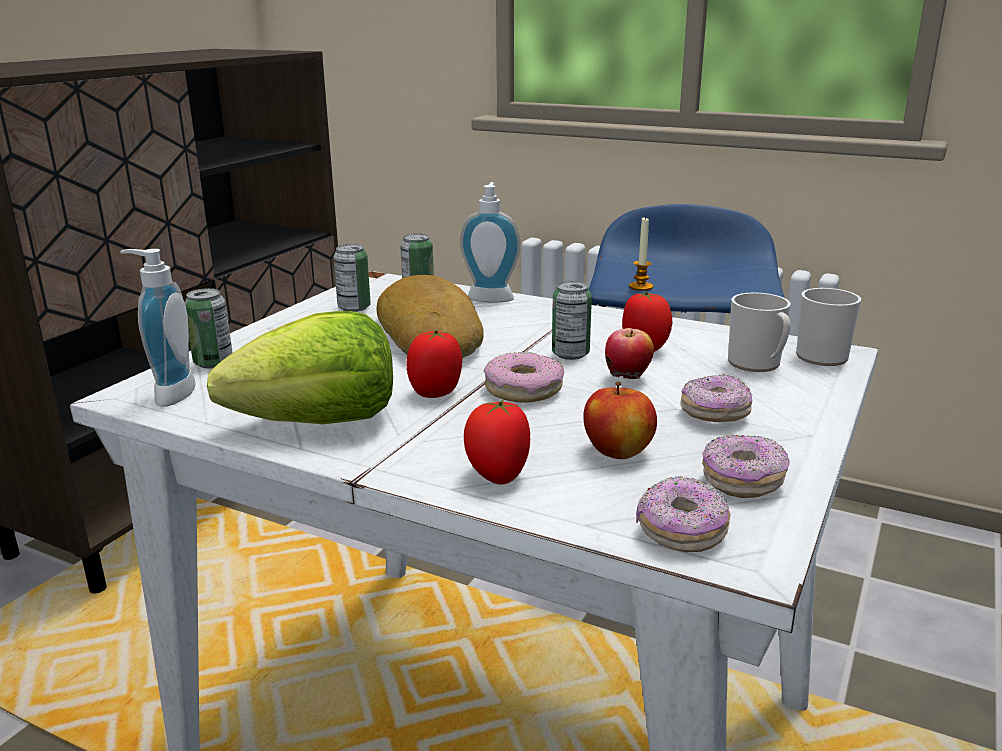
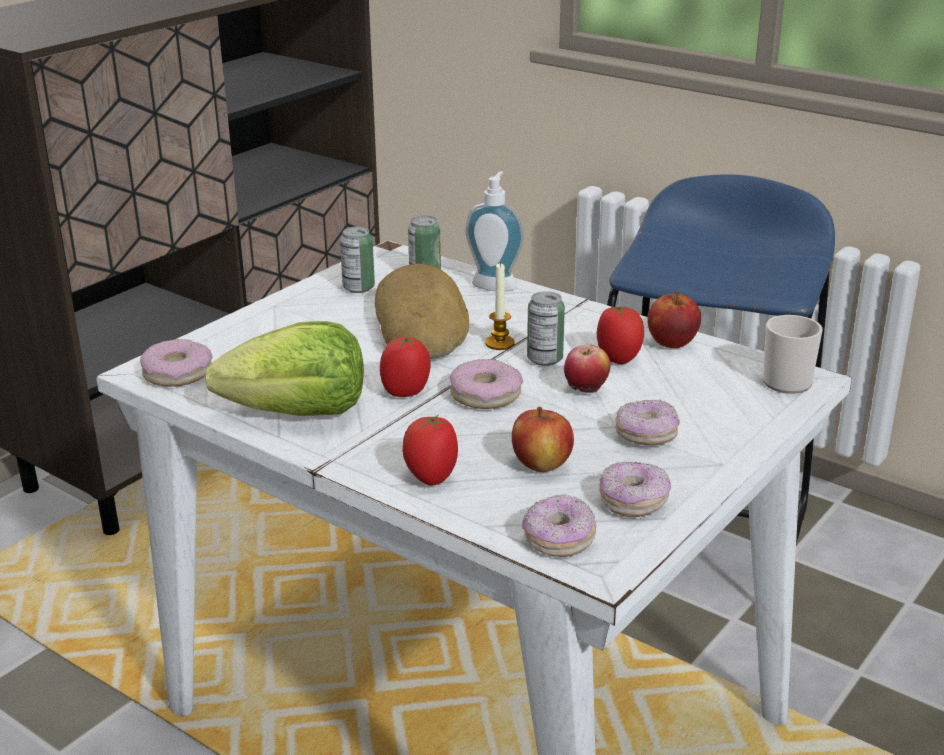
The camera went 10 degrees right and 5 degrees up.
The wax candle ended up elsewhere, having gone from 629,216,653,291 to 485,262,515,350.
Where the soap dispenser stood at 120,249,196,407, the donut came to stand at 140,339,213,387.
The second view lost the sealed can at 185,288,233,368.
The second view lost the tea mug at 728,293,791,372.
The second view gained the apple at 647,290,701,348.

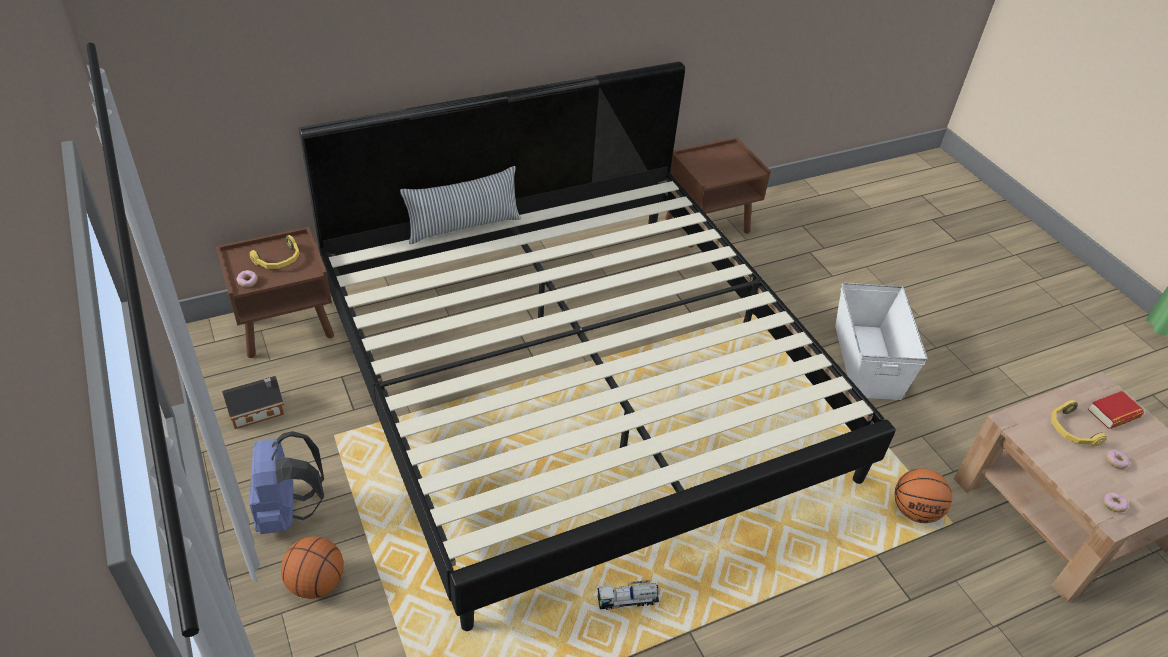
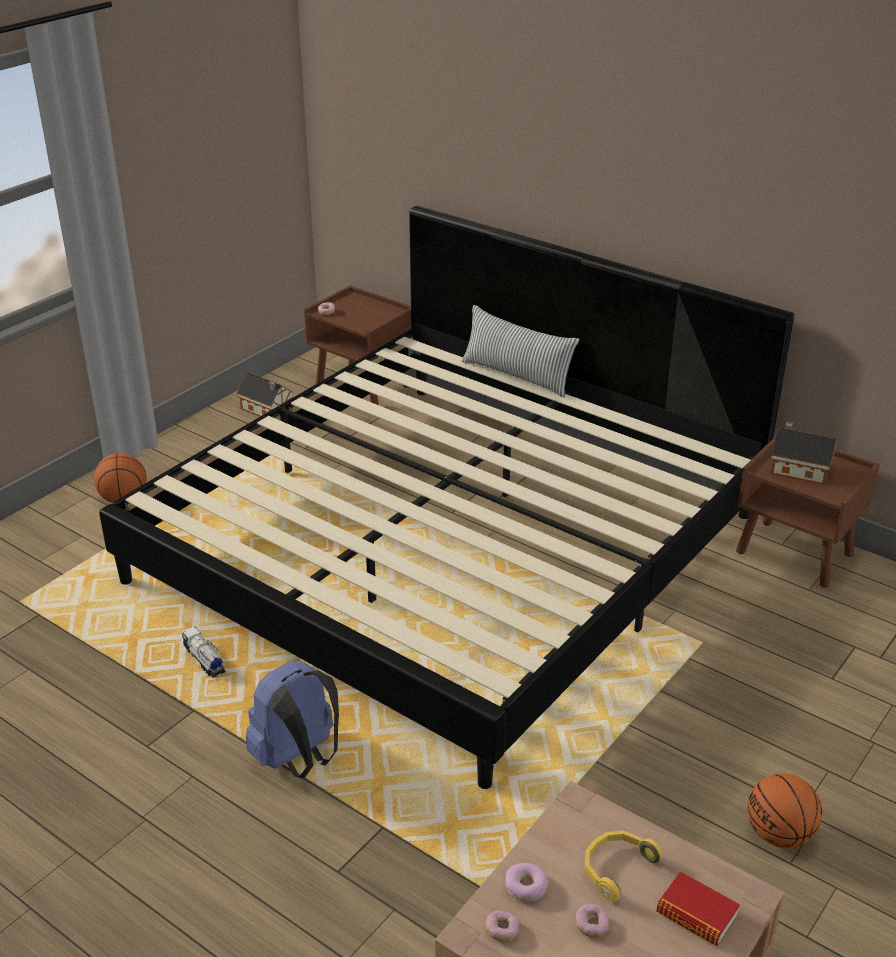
The camera went 65 degrees right and 10 degrees down.
The second view lost the headset (yellowish) at 250,235,300,269.
The second view lost the storage container (white-coloured) at 835,283,928,400.
The rucksack (blue) ended up elsewhere, having gone from 250,431,324,534 to 246,660,339,778.
The basketball ended up elsewhere, having gone from 895,468,952,523 to 747,773,822,848.
The second view gained the toy house at 771,422,837,485.
The second view gained the donut at 506,863,548,902.

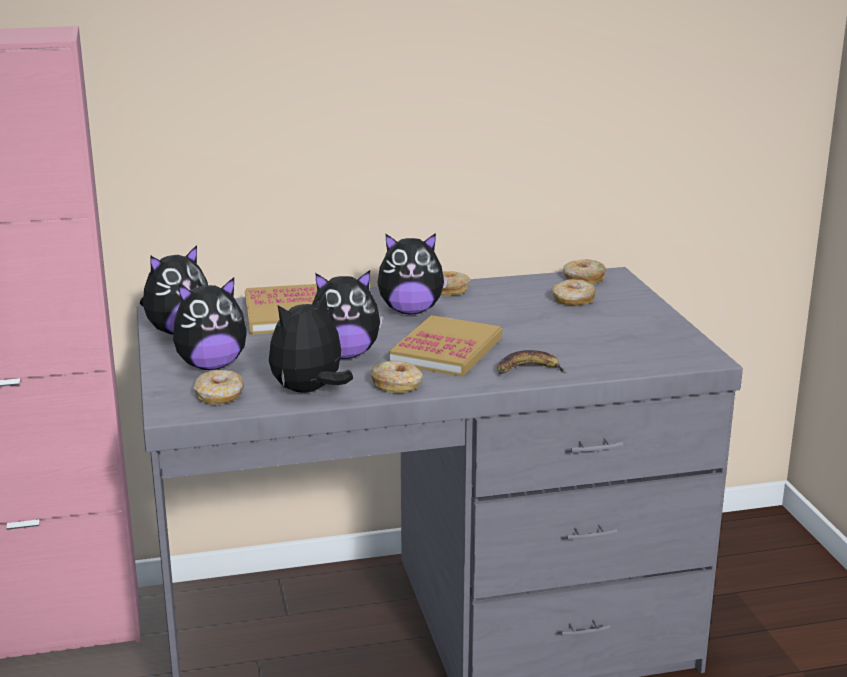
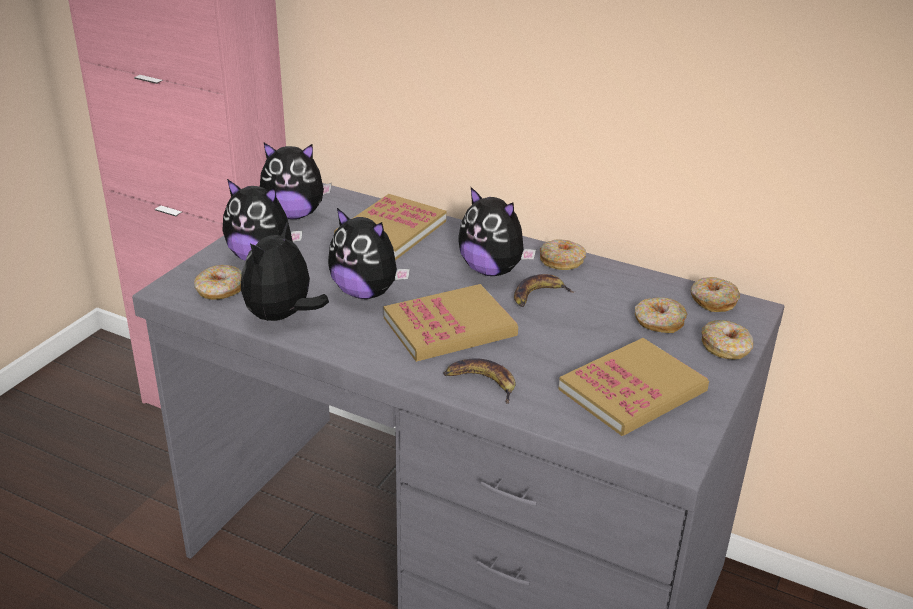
The camera went 40 degrees right and 10 degrees up.
The plush toy at 269,293,353,393 ended up facing another way, 60 degrees counterclockwise from before.
The donut ended up elsewhere, having gone from 370,361,423,393 to 702,320,753,360.
The second view gained the whole banana at 514,274,574,307.
The second view gained the volume at 558,338,709,436.

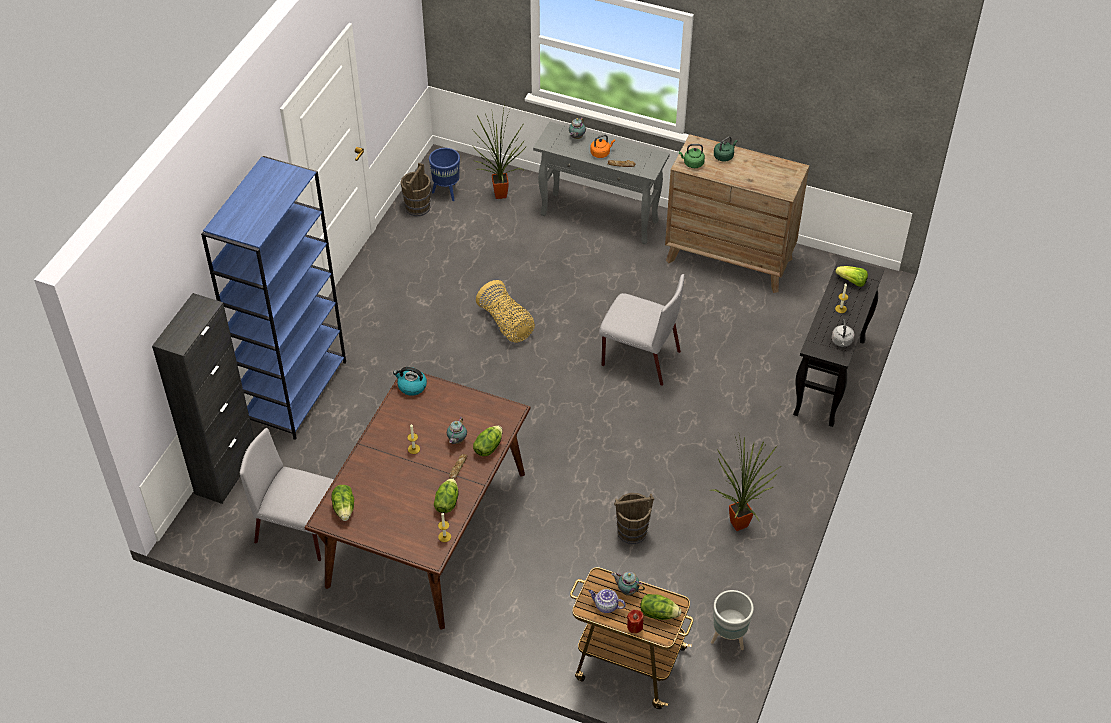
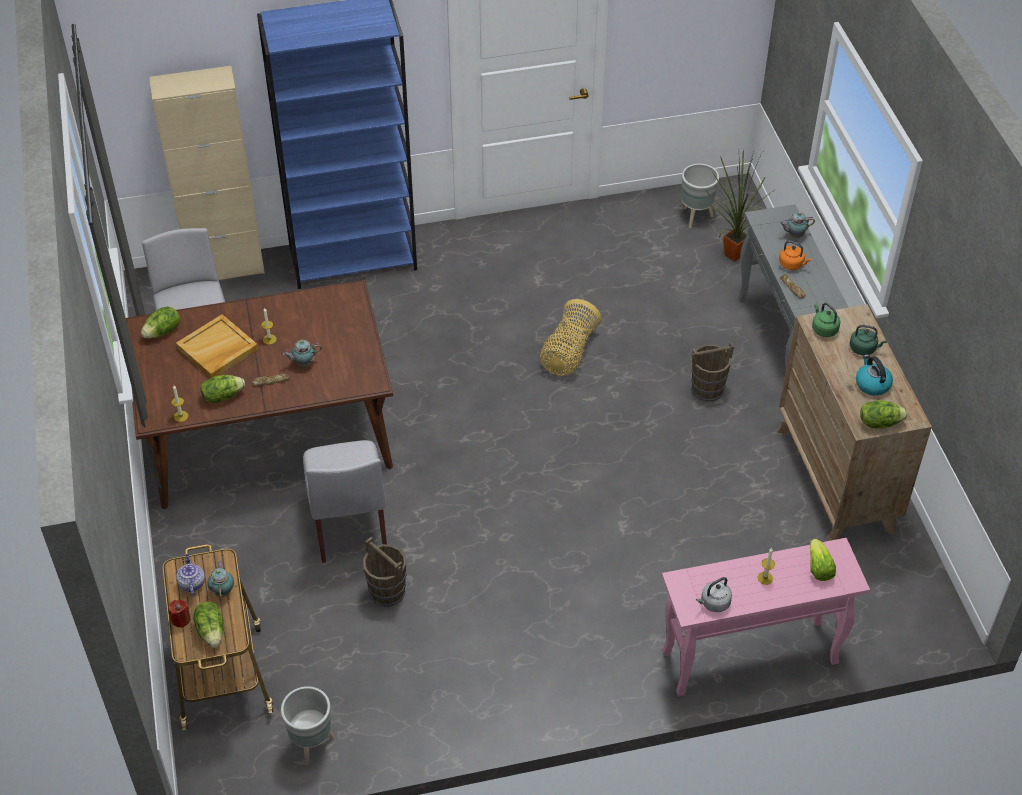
The camera went 55 degrees right and 0 degrees up.
What was the plant pot (blue) at 429,148,460,201 turned into the plant pot (gray) at 681,164,719,228.
The pail (brownish) ended up elsewhere, having gone from 400,162,431,216 to 691,342,734,402.
What was the console table (black-coloured) at 793,257,884,427 turned into the console table (pink-coloured) at 662,538,870,696.
The chair (gray) ended up elsewhere, having gone from 599,274,684,386 to 303,440,387,563.
What was the cupboard (black-coloured) at 152,293,254,504 turned into the cupboard (beige) at 149,66,265,280.
The kettle ended up elsewhere, having gone from 393,367,427,396 to 856,354,893,396.
The lettuce head ended up elsewhere, having gone from 473,426,503,456 to 860,400,908,428.
The second view lost the plant in a pot at 710,435,781,531.
The second view gained the serving tray (beige) at 176,314,258,378.

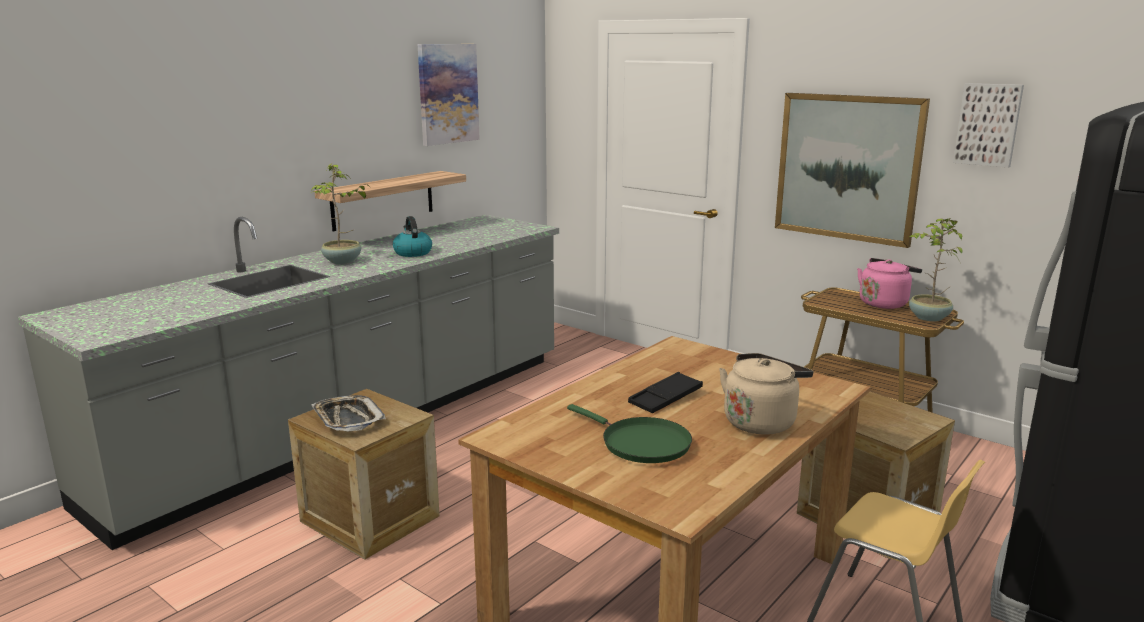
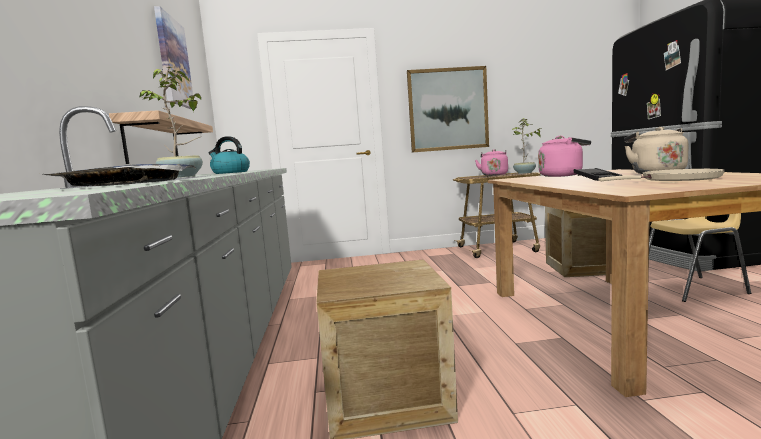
The camera went 45 degrees left and 10 degrees down.
The second view lost the wall picture at 953,83,1024,168.
The serving tray ended up elsewhere, having gone from 312,395,386,431 to 43,164,197,186.
What was the frying pan (green) at 567,404,692,463 turned into the frying pan (beige) at 599,169,725,181.
The second view gained the kettle (pink-coloured) at 538,136,591,177.

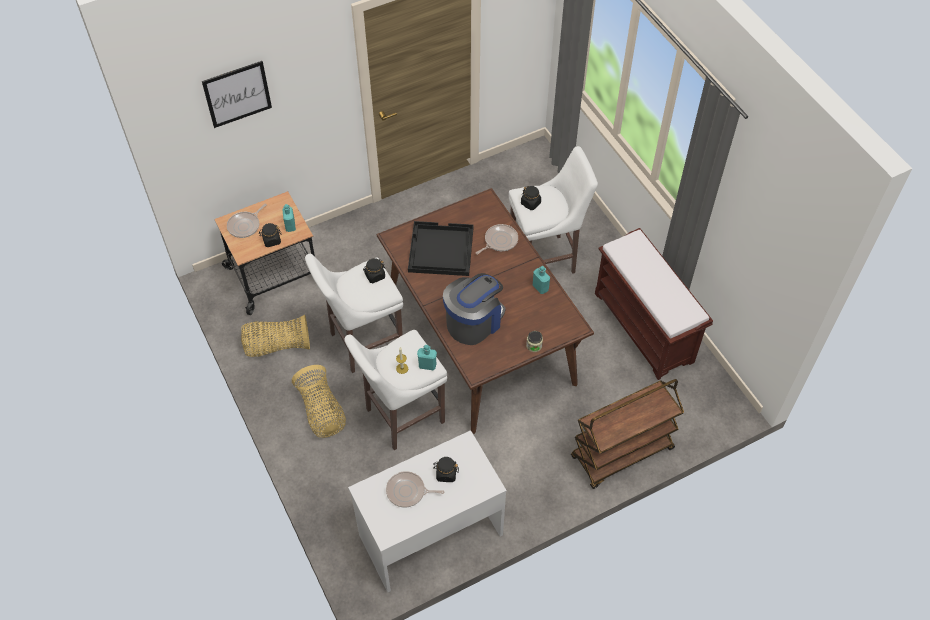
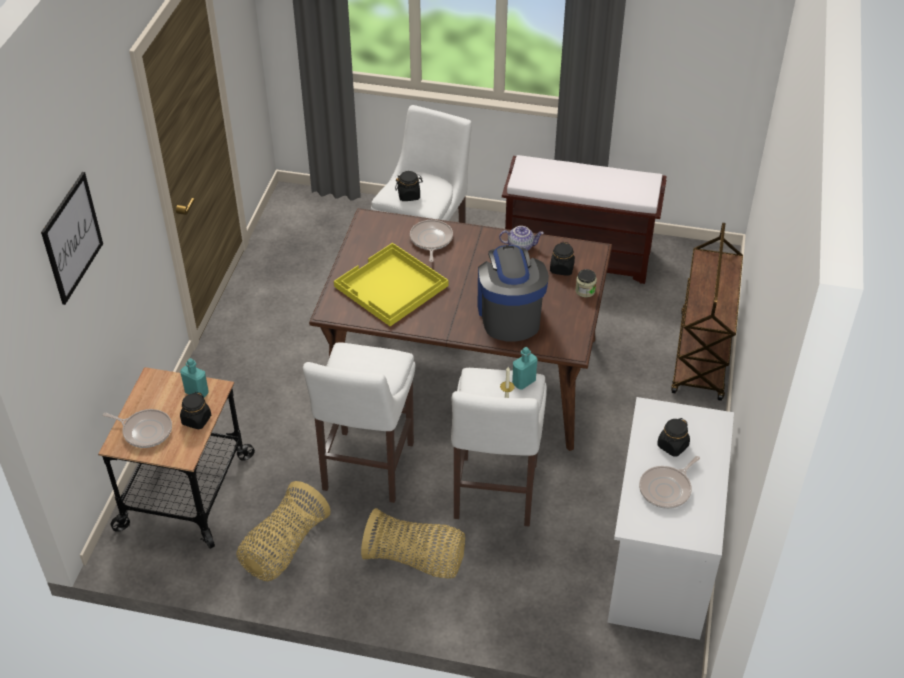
The camera went 50 degrees left and 10 degrees down.
The frying pan at 227,203,267,238 ended up facing another way, 60 degrees counterclockwise from before.
What was the serving tray (black-coloured) at 408,221,474,276 turned into the serving tray (yellowish) at 334,243,449,326.
The storage jar (black-coloured) ended up elsewhere, having gone from 363,258,385,283 to 550,242,575,276.
Where the beverage bottle (turquoise) stood at 533,266,550,294, the pot for tea came to stand at 499,226,544,250.

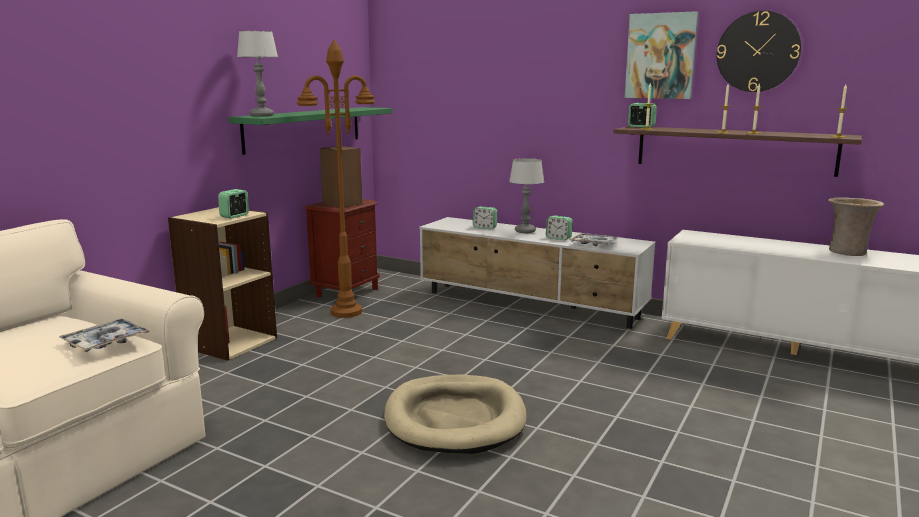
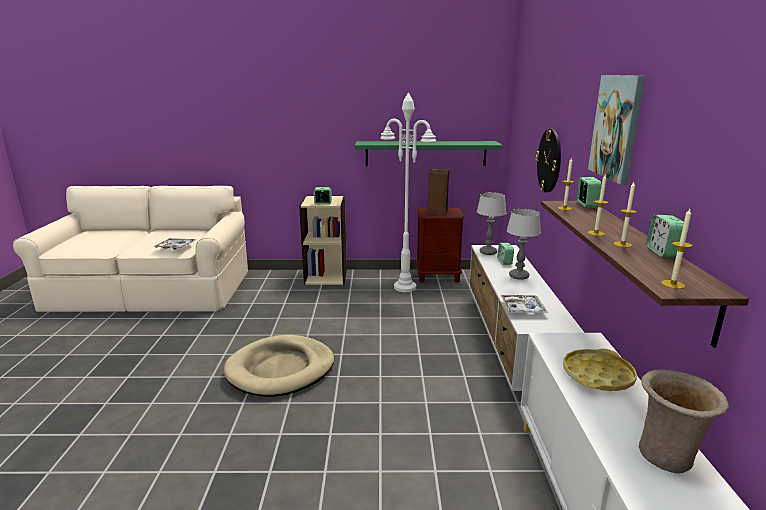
The camera went 60 degrees right and 5 degrees up.
The hanging clock ended up elsewhere, having gone from 717,11,801,92 to 535,129,561,192.
The tabletop lamp ended up elsewhere, having gone from 237,31,278,117 to 477,192,506,255.
What was the standard lamp (brownish) at 296,39,376,318 turned into the standard lamp (white-coloured) at 380,93,436,292.
The alarm clock ended up elsewhere, having gone from 546,215,573,240 to 646,215,689,258.
The second view gained the serving tray (yellowish) at 563,349,637,391.

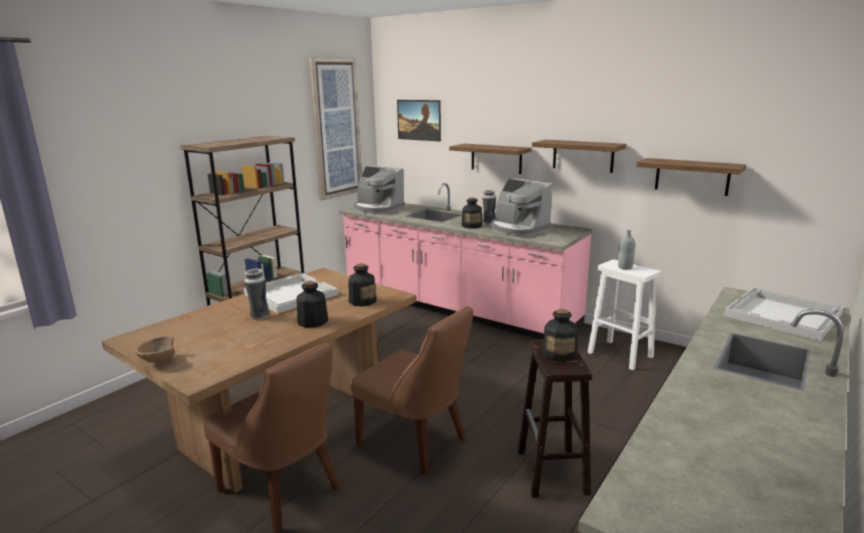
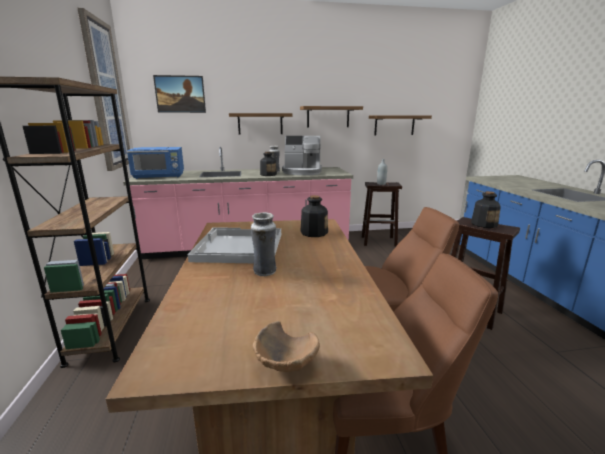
The camera went 45 degrees left and 0 degrees up.
Where the coffee brewer stood at 354,166,405,214, the microwave (blue) came to stand at 127,147,184,179.
What was the sitting stool (white-coloured) at 587,259,661,370 turned into the sitting stool (brownish) at 361,182,402,247.
The second view lost the beverage bottle at 296,281,328,328.
The second view lost the serving tray (white-coloured) at 724,287,844,341.

